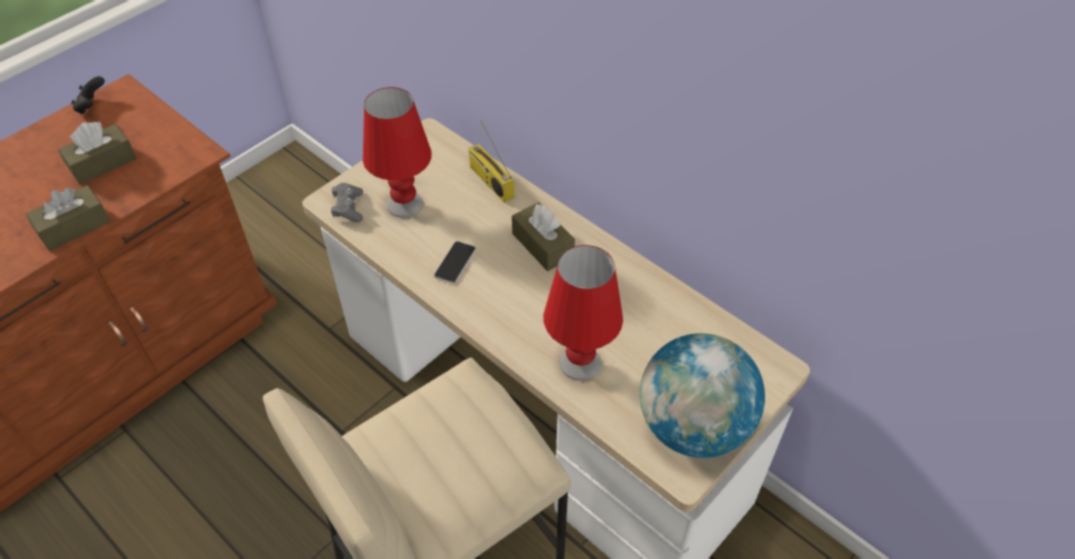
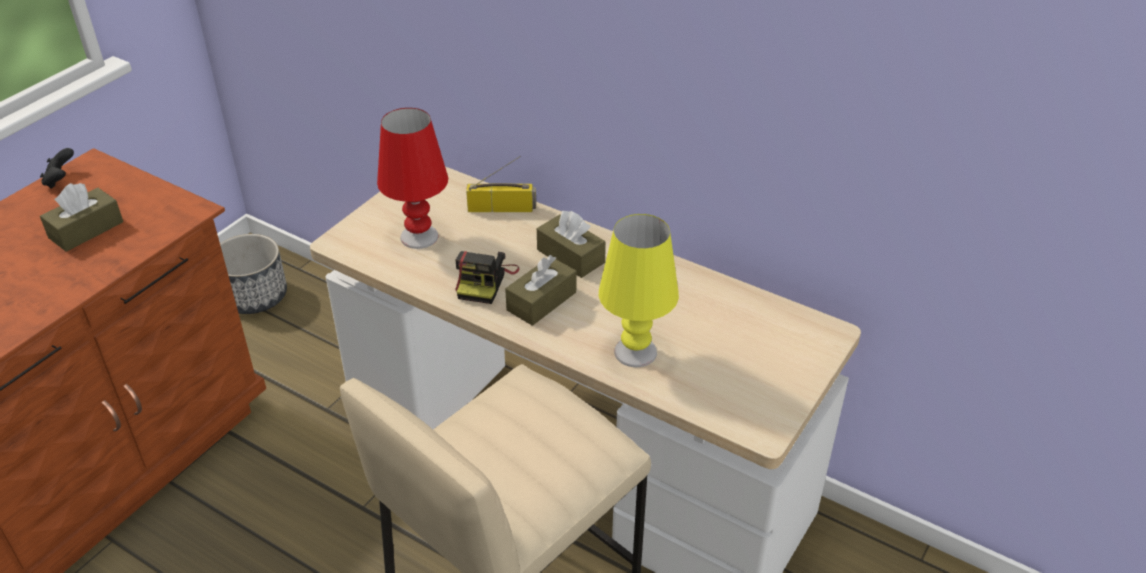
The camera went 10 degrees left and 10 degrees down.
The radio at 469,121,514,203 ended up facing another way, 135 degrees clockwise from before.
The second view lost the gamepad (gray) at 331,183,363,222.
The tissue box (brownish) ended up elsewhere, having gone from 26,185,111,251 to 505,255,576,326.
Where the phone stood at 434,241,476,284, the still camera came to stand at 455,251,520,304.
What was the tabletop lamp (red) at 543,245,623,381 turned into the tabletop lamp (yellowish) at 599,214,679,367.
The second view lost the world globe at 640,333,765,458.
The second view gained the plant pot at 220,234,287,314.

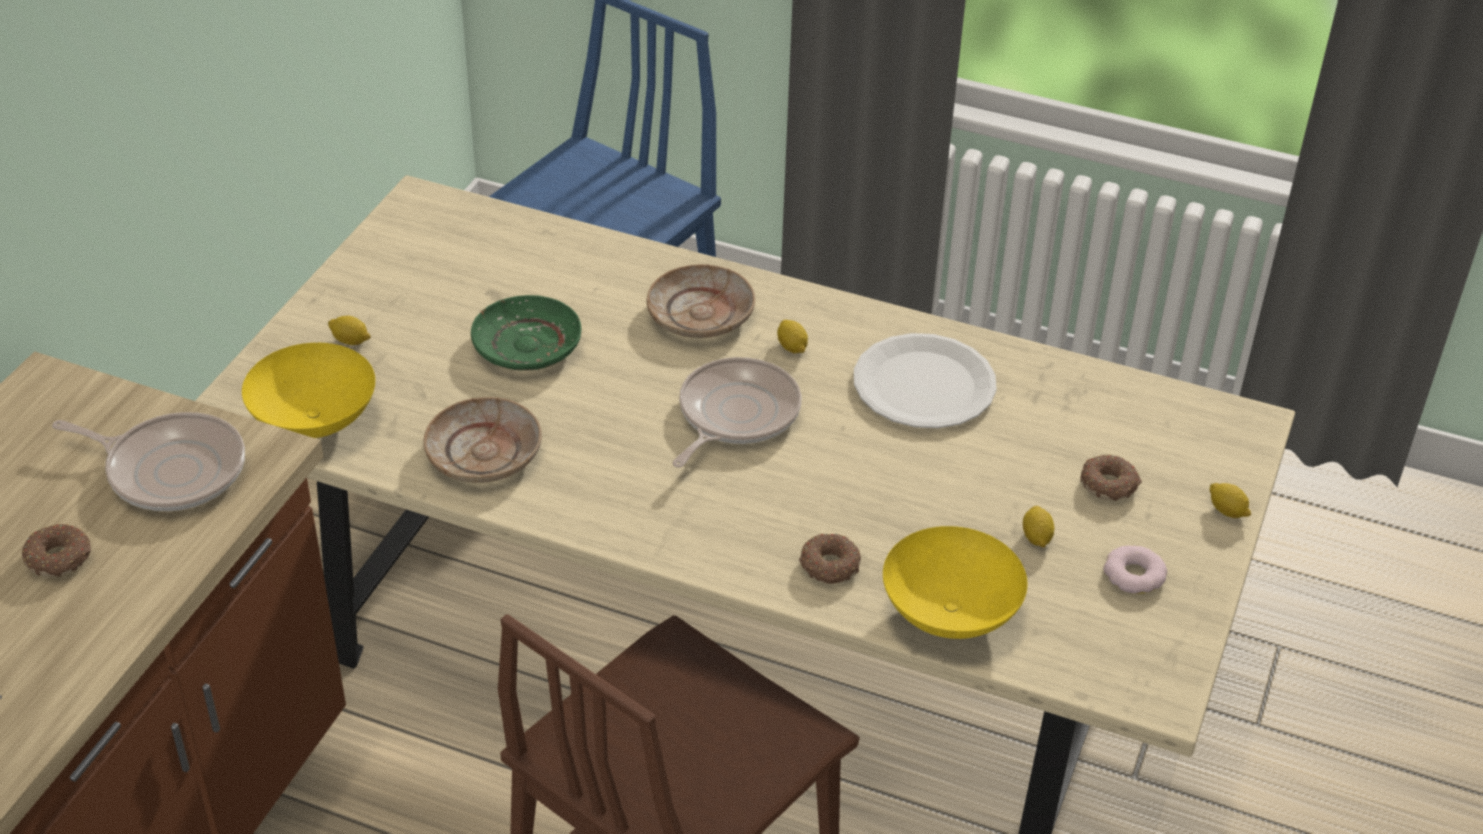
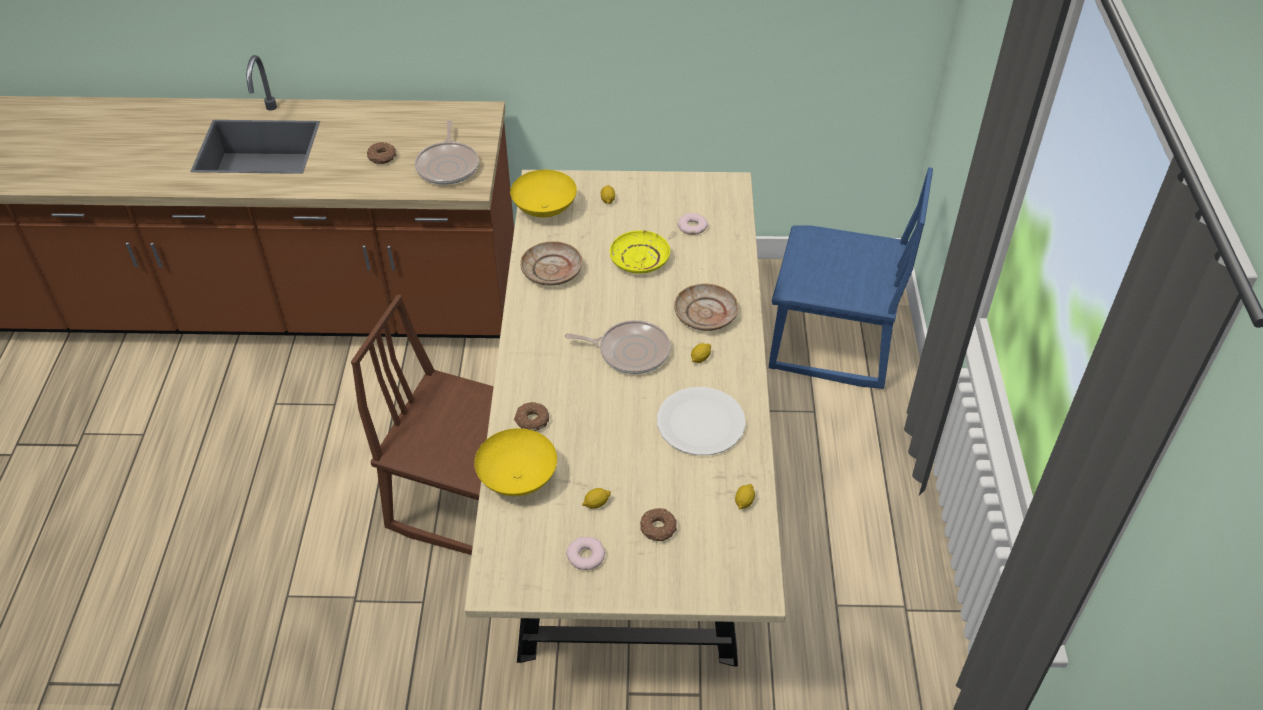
The camera went 70 degrees right and 5 degrees up.
What was the flat dish (green) at 471,295,581,371 turned into the flat dish (yellowish) at 610,230,670,274.
The lemon ended up elsewhere, having gone from 1210,483,1251,518 to 735,484,755,510.
The second view gained the donut at 677,213,708,235.

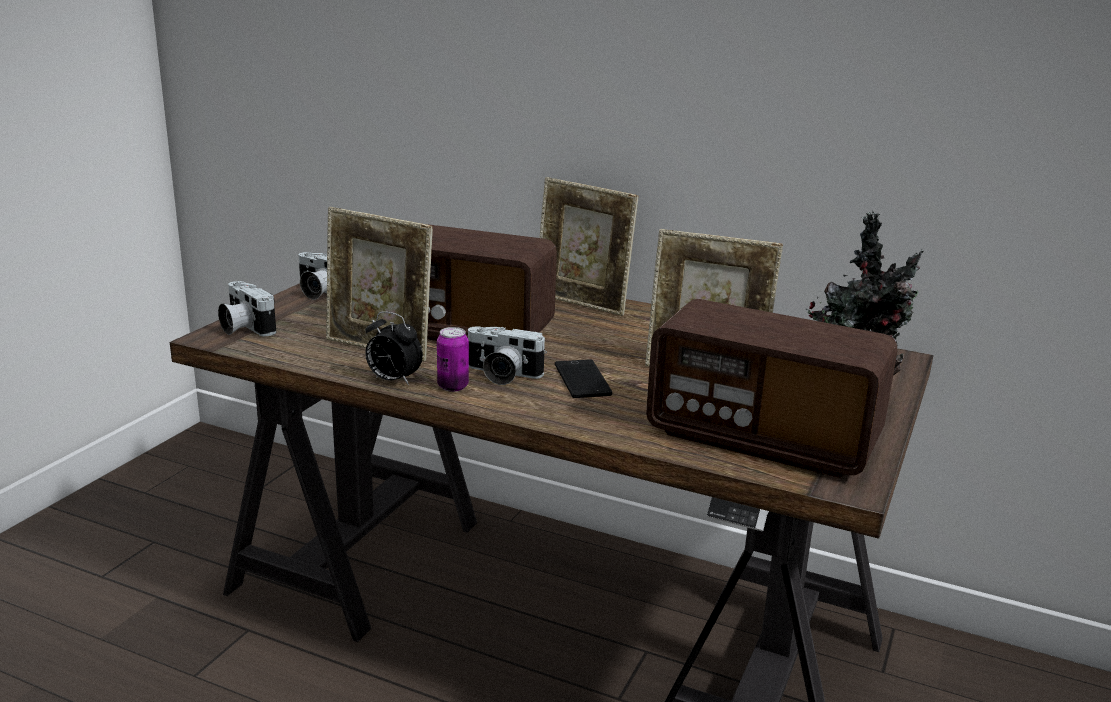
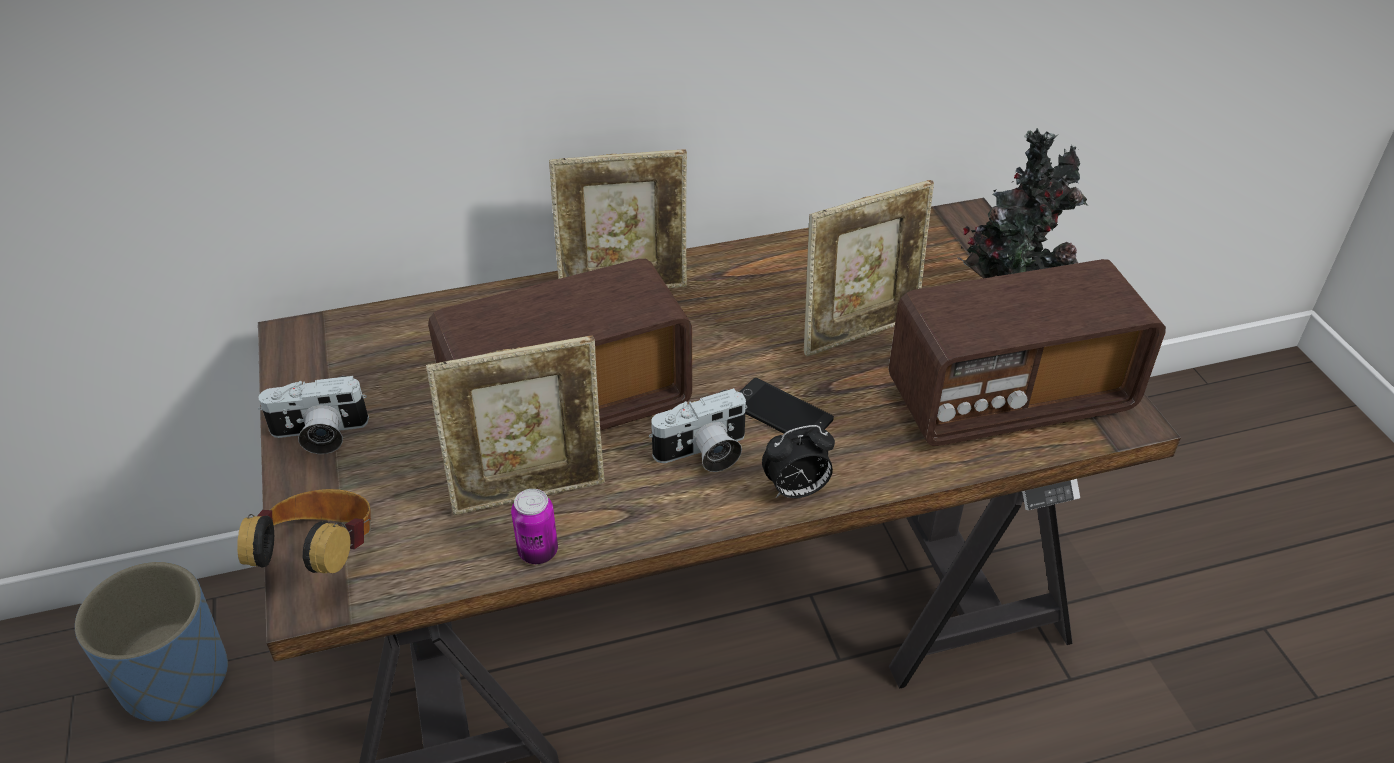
The camera went 40 degrees left and 20 degrees up.
Where the still camera stood at 218,281,276,336, the headset came to stand at 237,489,371,573.
The alarm clock ended up elsewhere, having gone from 365,311,423,385 to 762,425,835,498.
The sealed can ended up elsewhere, having gone from 437,327,469,392 to 511,489,558,564.
The second view gained the plant pot (blue) at 75,562,228,722.

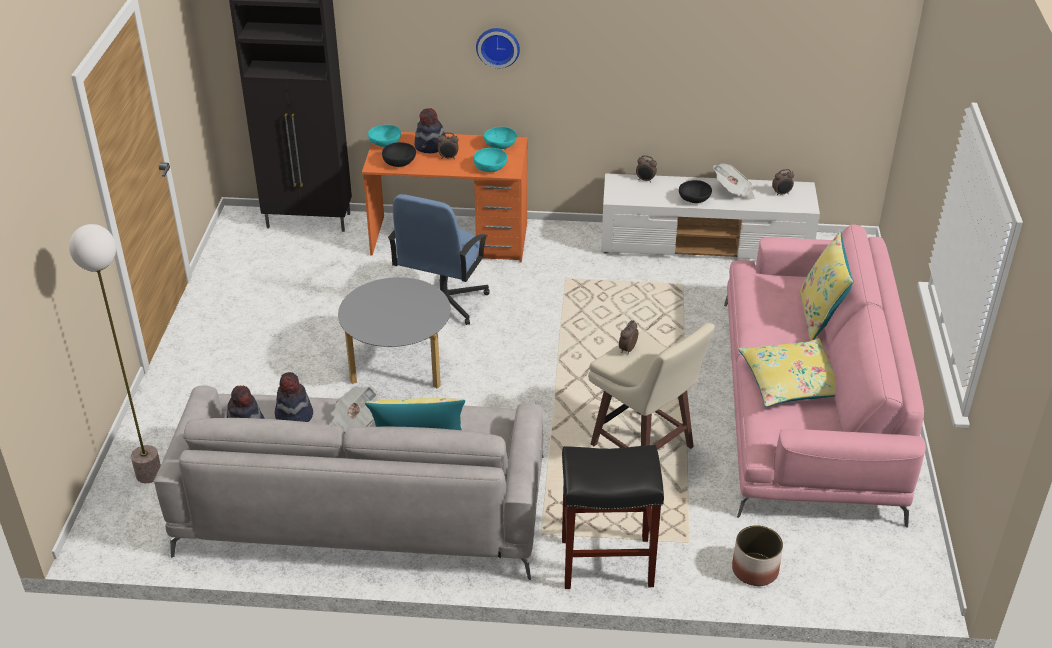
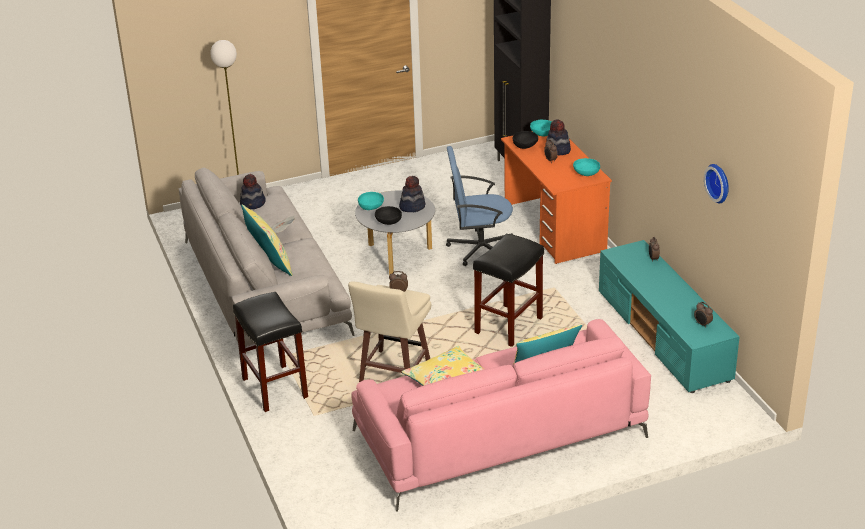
The camera went 65 degrees right and 5 degrees down.
The hanging clock ended up elsewhere, having gone from 476,28,520,68 to 704,164,729,203.
The serving bowl (turquoise) ended up elsewhere, having gone from 473,148,508,172 to 358,192,384,210.
The second view lost the daily paper at 713,163,755,199.
What was the tv stand (white-coloured) at 601,173,820,259 turned into the tv stand (turquoise) at 599,240,740,393.
The serving bowl (black-coloured) ended up elsewhere, having gone from 679,180,712,203 to 375,206,402,225.
The clothing hat ended up elsewhere, having gone from 275,372,313,422 to 399,176,425,212.
The second view lost the plant pot at 732,525,783,586.
The second view gained the sitting stool (black-coloured) at 473,234,544,347.

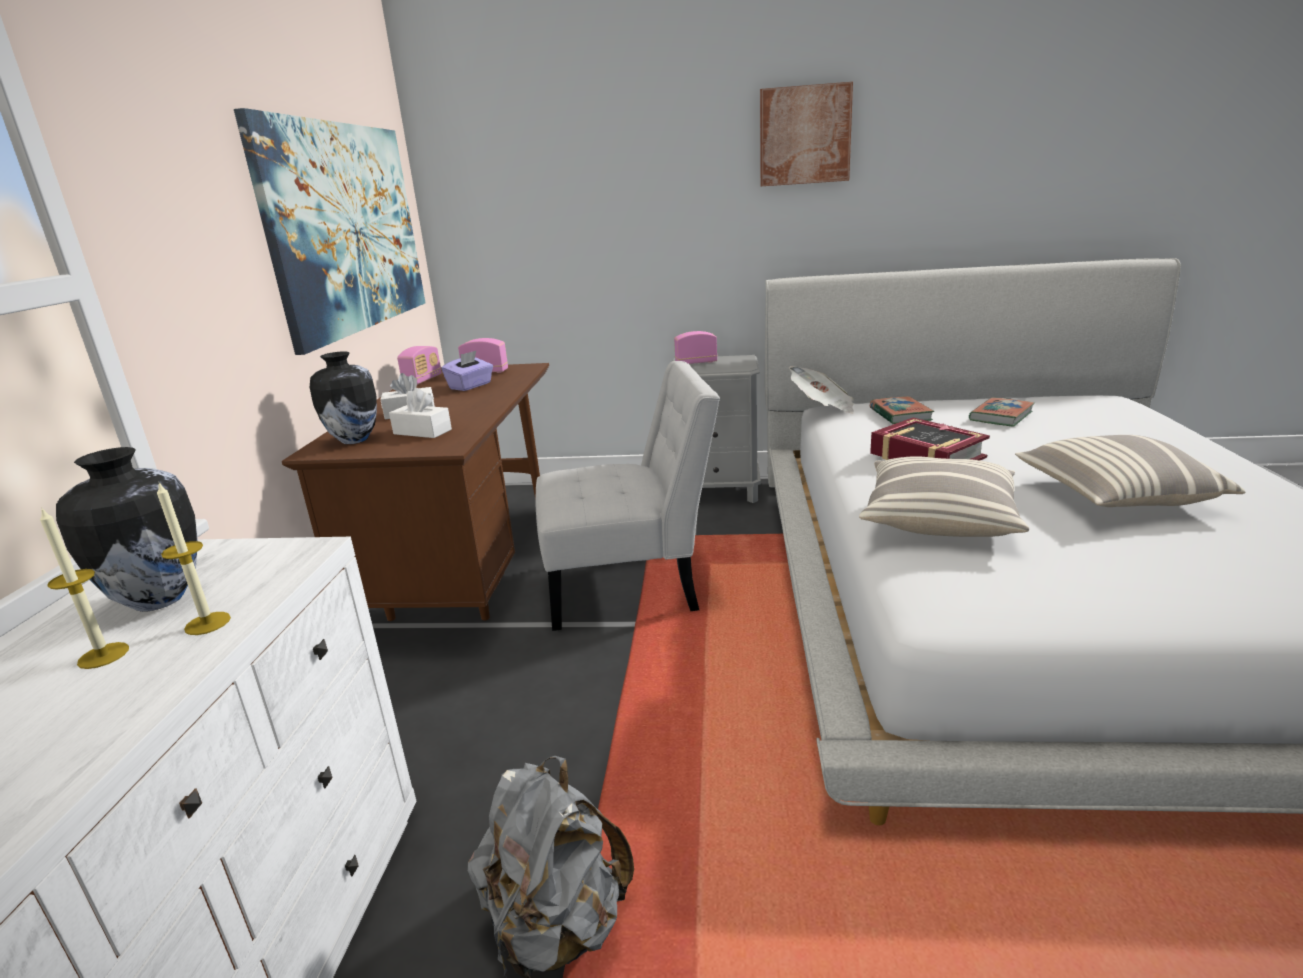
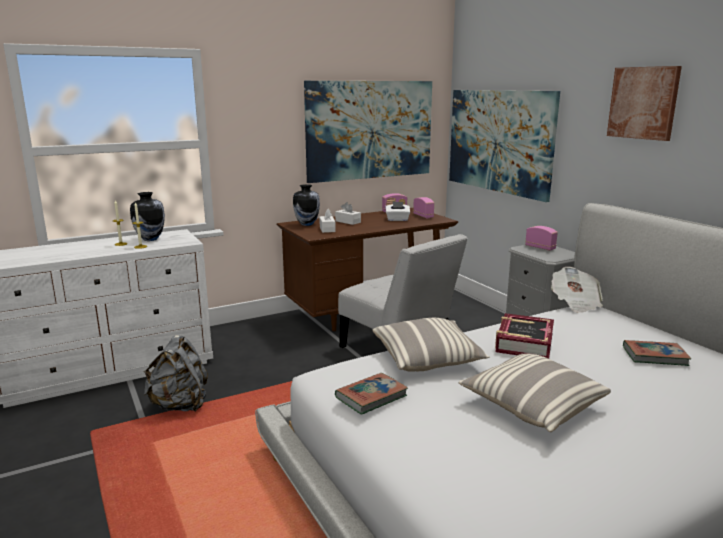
The camera went 55 degrees right and 5 degrees down.
What was the tissue box (purple) at 442,351,493,391 turned into the tissue box (white-coloured) at 385,202,410,221.
The volume ended up elsewhere, having gone from 870,396,934,424 to 335,373,408,415.
The second view gained the wall picture at 449,90,560,202.

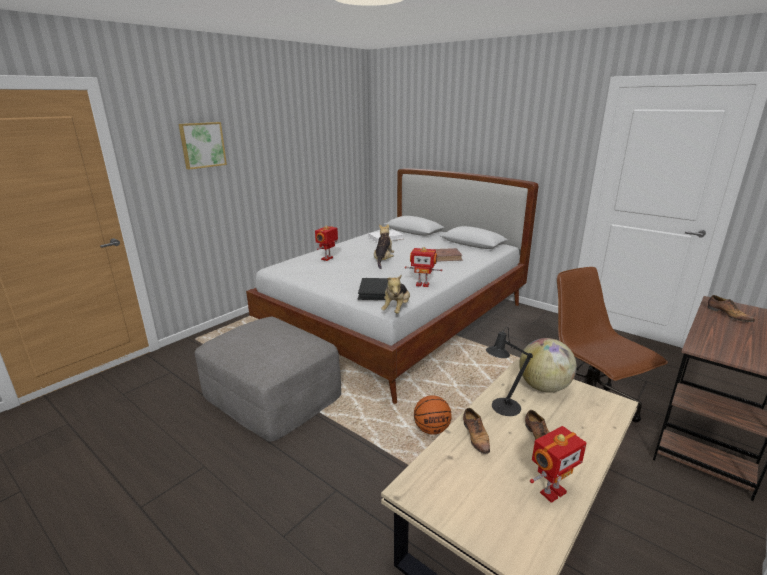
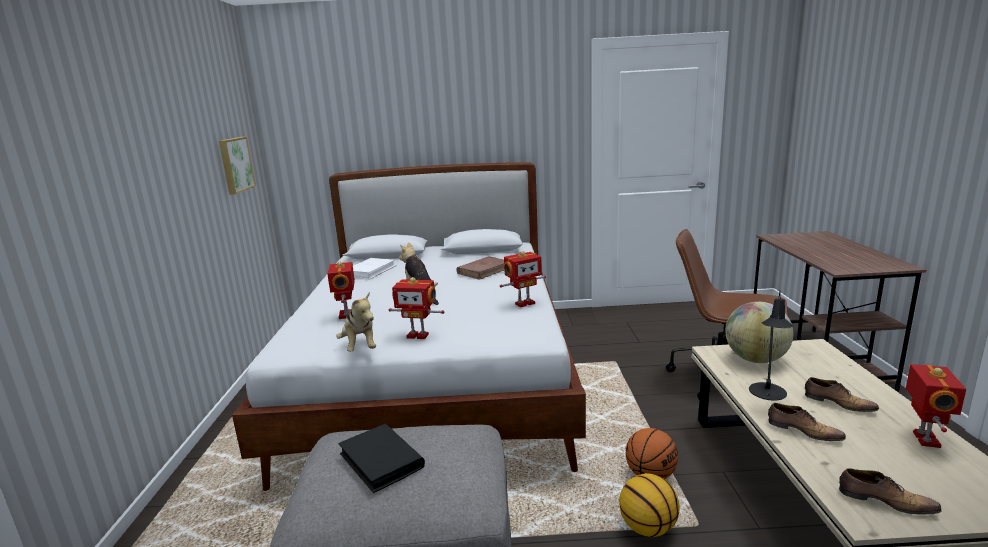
The camera went 40 degrees left and 5 degrees down.
The wall picture ended up elsewhere, having gone from 179,122,227,170 to 219,137,256,195.
The plush toy ended up elsewhere, having gone from 381,274,410,314 to 336,292,376,352.
The volume (black-coloured) ended up elsewhere, having gone from 358,278,388,300 to 338,424,425,493.
The shoe ended up elsewhere, having gone from 707,295,755,322 to 839,468,942,515.
The second view gained the robot figure at 389,277,444,339.
The second view gained the basketball at 619,473,680,537.

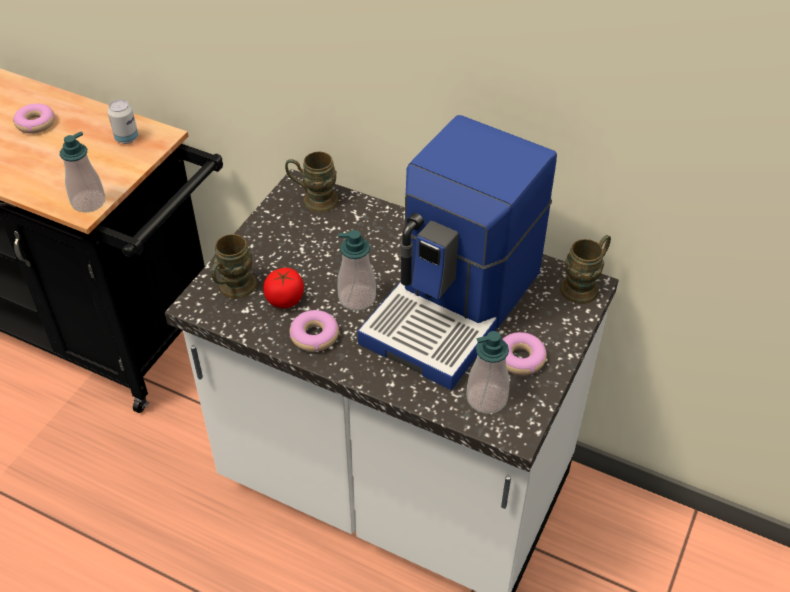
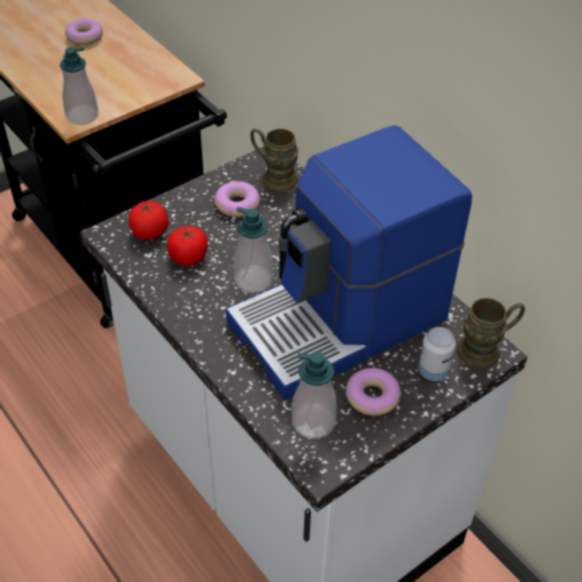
The camera went 25 degrees right and 0 degrees up.
The sealed can ended up elsewhere, having gone from 108,99,138,144 to 418,327,456,381.
Where the tea mug (brownish) stood at 211,234,257,299, the whole tomato came to stand at 128,200,169,240.
The donut ended up elsewhere, having gone from 290,310,339,352 to 214,181,260,217.

